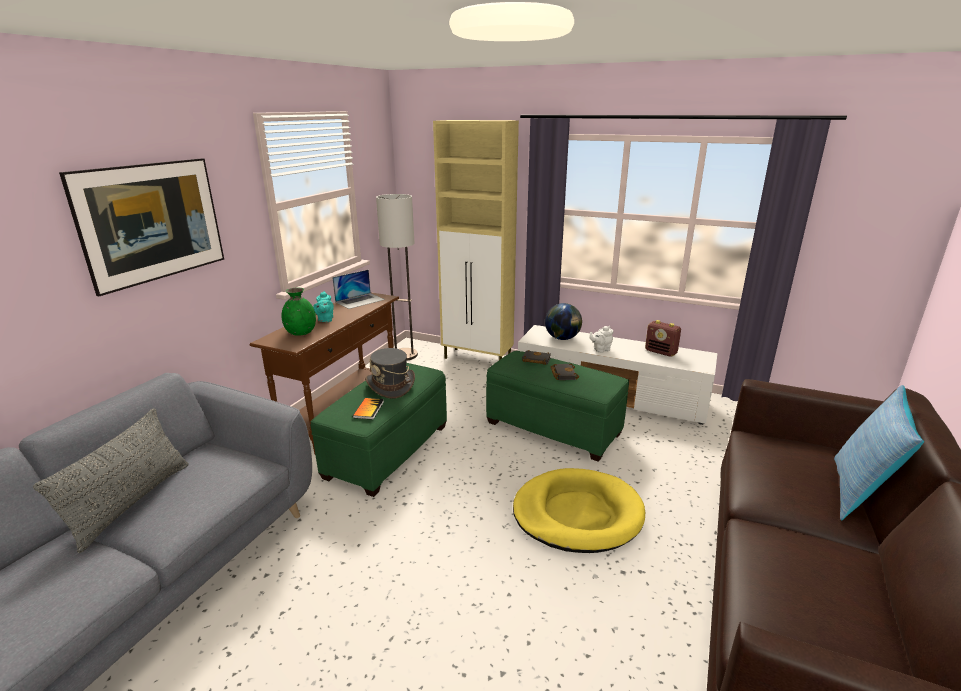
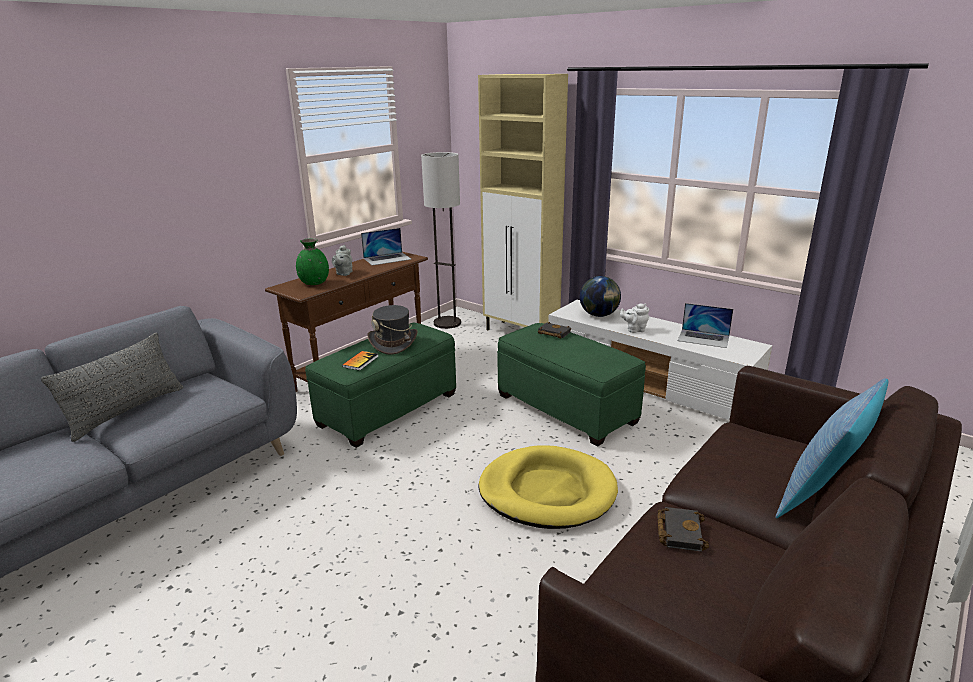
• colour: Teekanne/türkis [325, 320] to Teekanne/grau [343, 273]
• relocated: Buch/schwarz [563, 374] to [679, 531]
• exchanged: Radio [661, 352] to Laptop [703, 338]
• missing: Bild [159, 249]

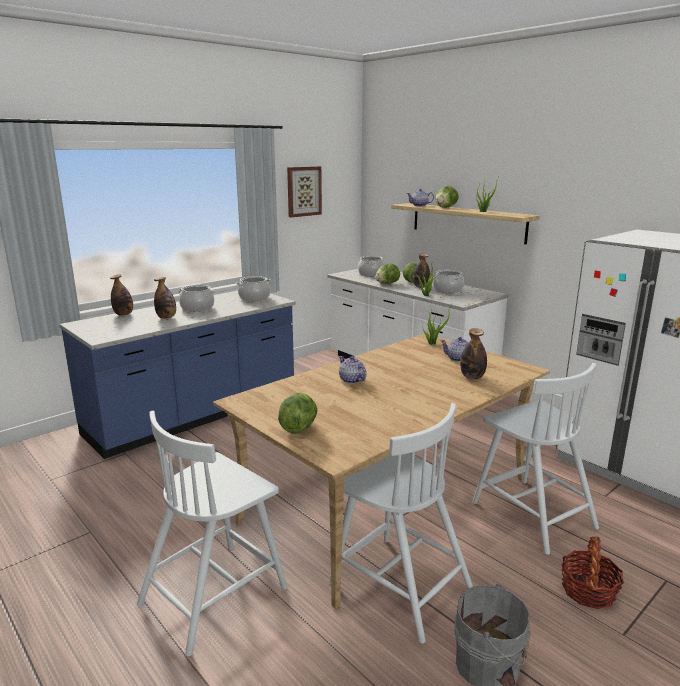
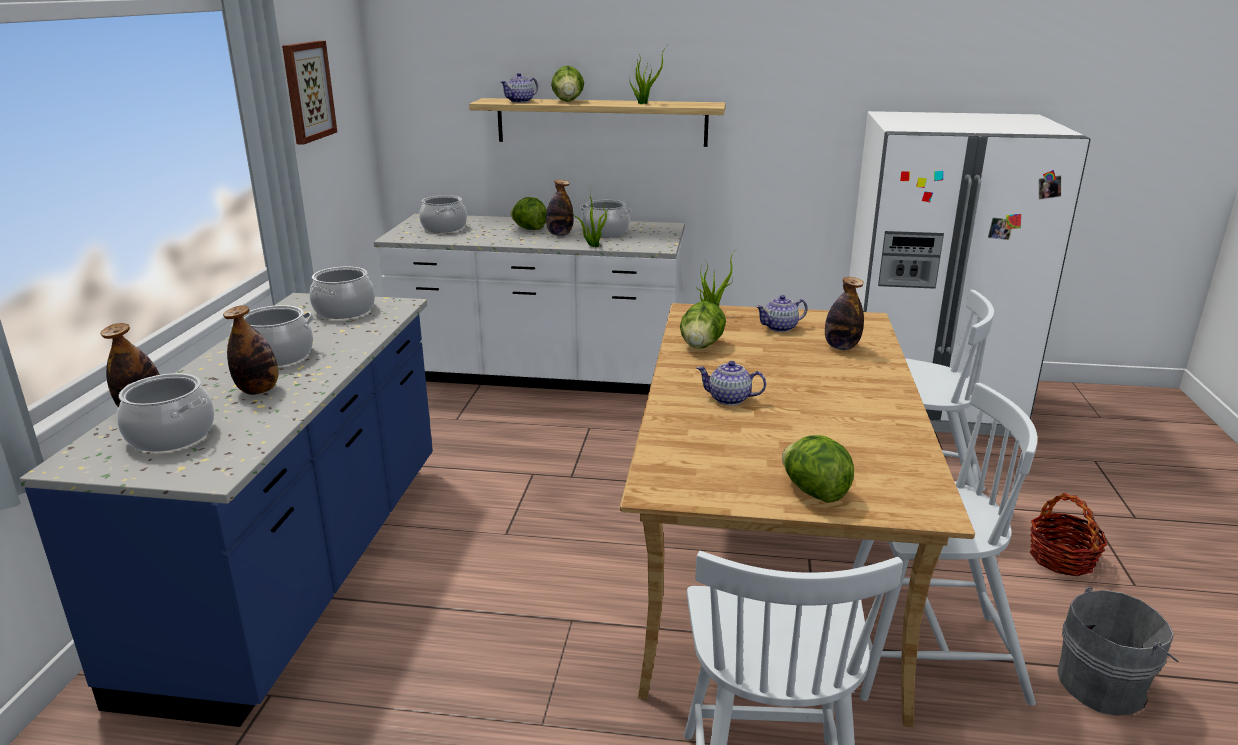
• appeared: Kochtopf [172, 435]
• relocated: Salatkopf [387, 283] to [701, 346]

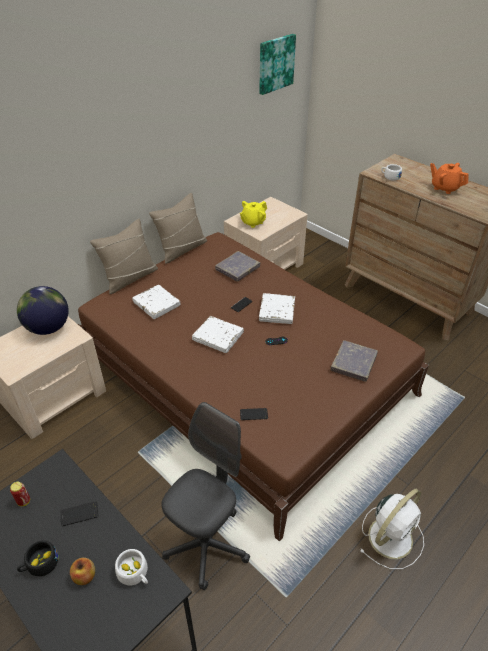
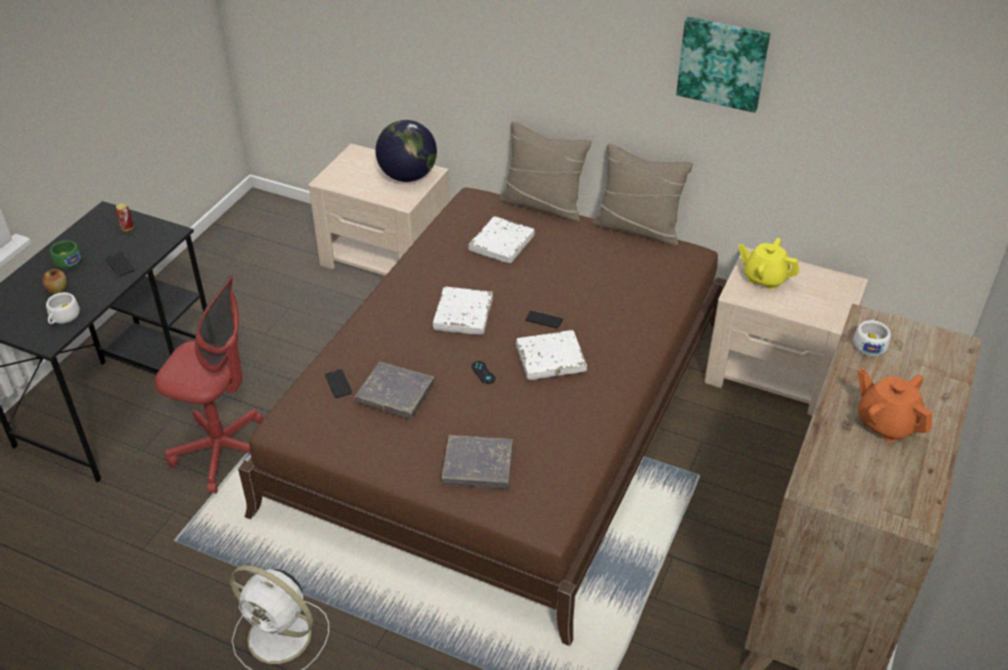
• colour: Tasse/schwarz [39, 564] to Tasse/grün [65, 260]
• colour: Bürostuhl/grau [206, 545] to Bürostuhl/rot [224, 452]
• relocated: Buch/grau [237, 268] to [395, 394]
• relocated: Bild [275, 63] to [723, 63]
• spun: Teekanne/orange [445, 188] = [886, 423] 60 degrees counterclockwise

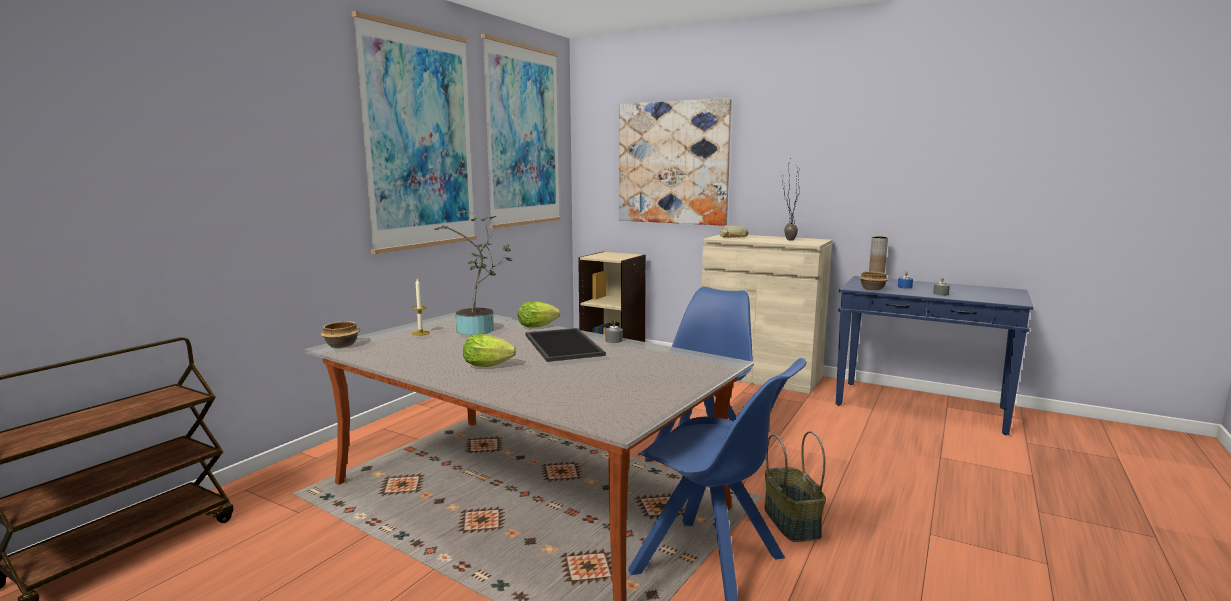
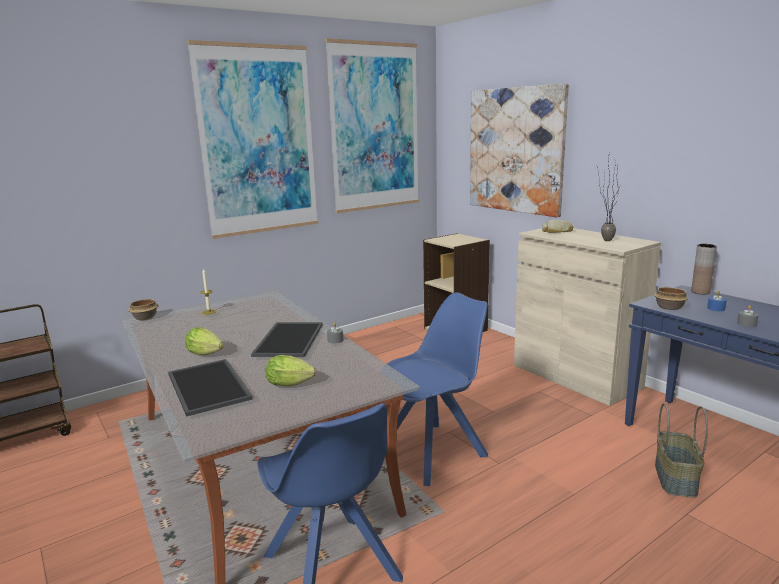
• appeared: Tablett [206, 386]
• relocated: Salatkopf [539, 326] to [292, 384]
• relocated: Korb [792, 522] to [676, 479]
• missing: Topfpflanze [479, 330]

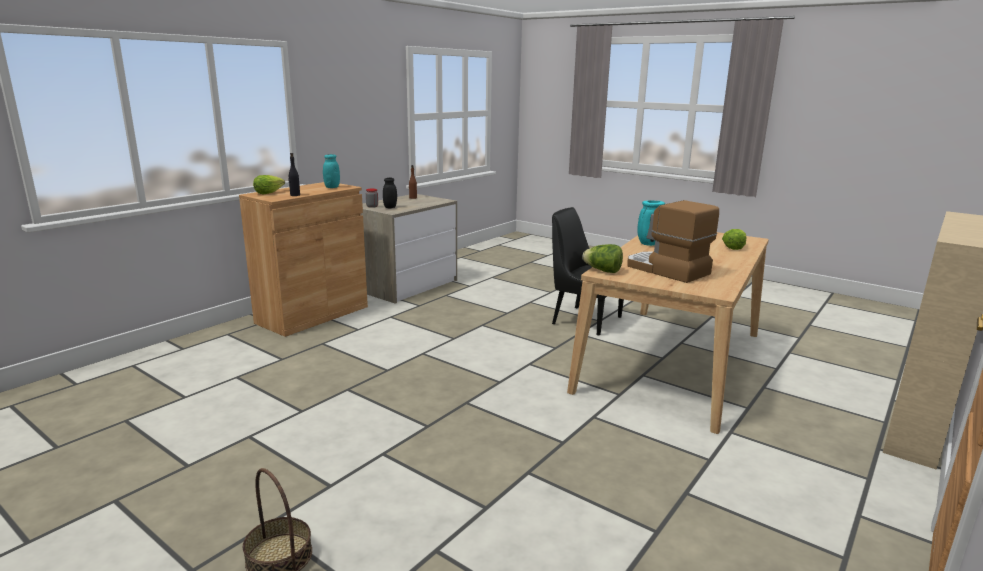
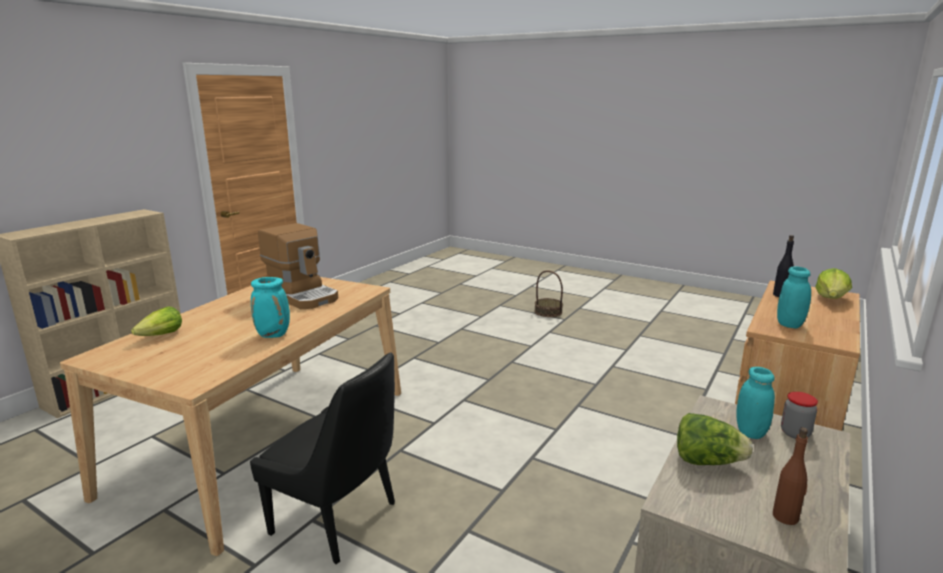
• relocated: Salatkopf [603, 271] to [707, 461]
• colour: Vorratsglas/schwarz [390, 207] to Vorratsglas/türkis [750, 432]

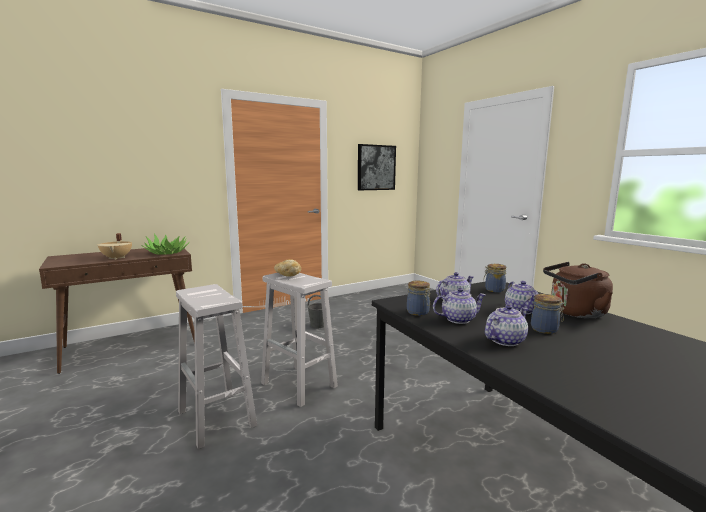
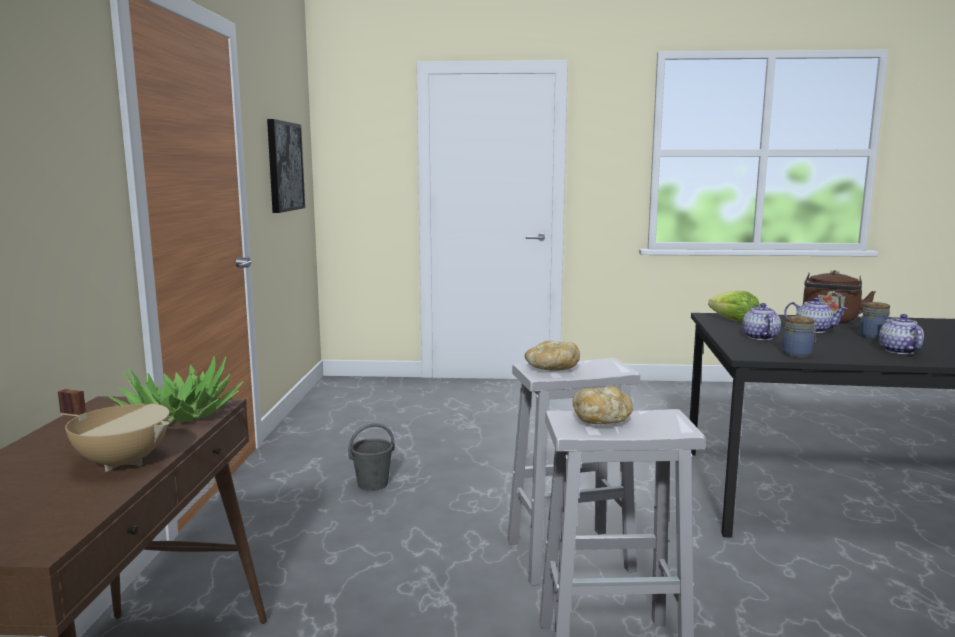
• appeared: Brot [602, 420]
• exchanged: Vorratsglas [493, 290] to Salatkopf [734, 321]
• missing: Teekanne [457, 319]

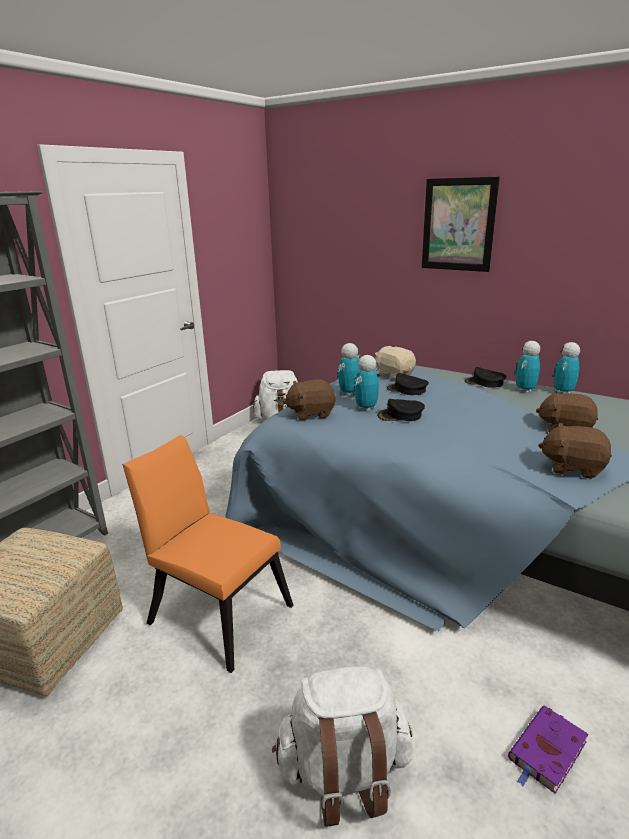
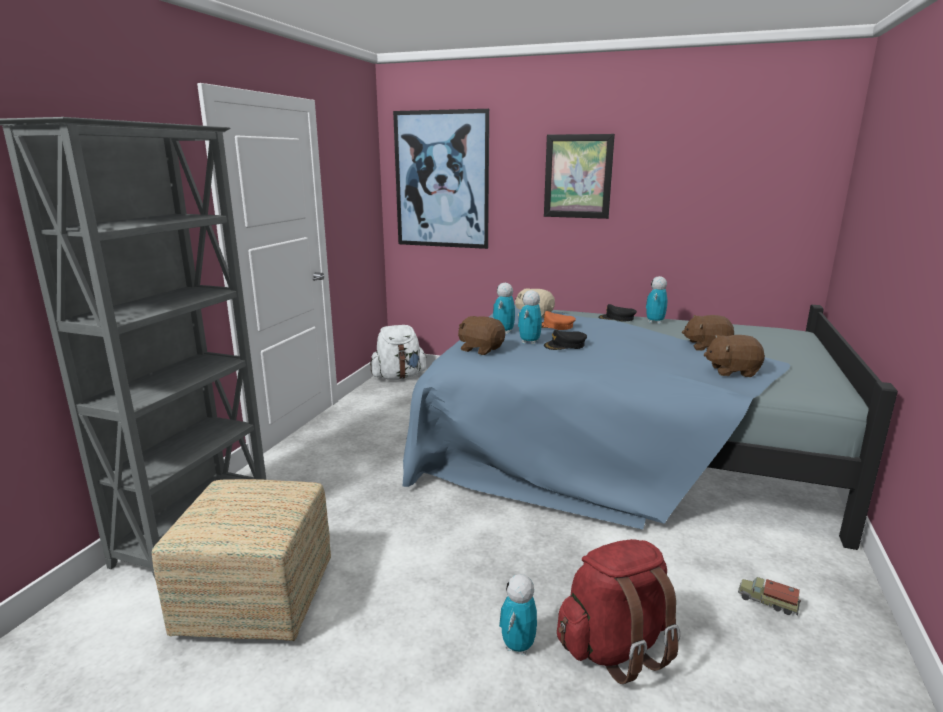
• appeared: Bild [441, 180]
• spun: Plüschtier/braun [311, 413] = [481, 349] 60 degrees clockwise
• relocated: Spielzeugroboter [563, 392] to [518, 646]
• colour: Kappe/schwarz [407, 390] to Kappe/orange [555, 326]
• colour: Rucksack/weiß [344, 773] to Rucksack/rot [615, 647]
• exchanged: Buch/lila [547, 752] to Spielzeuglaster [767, 602]
• missing: Stuhl/orange [215, 610]

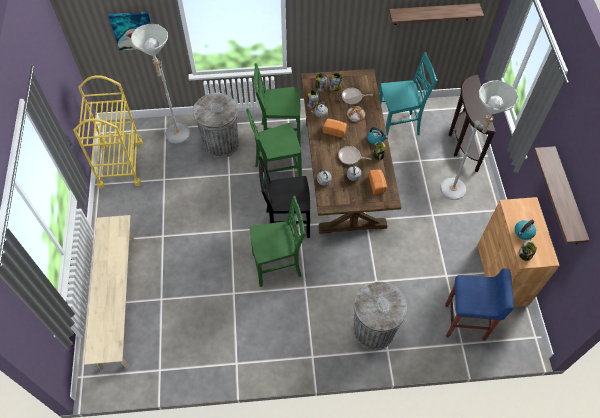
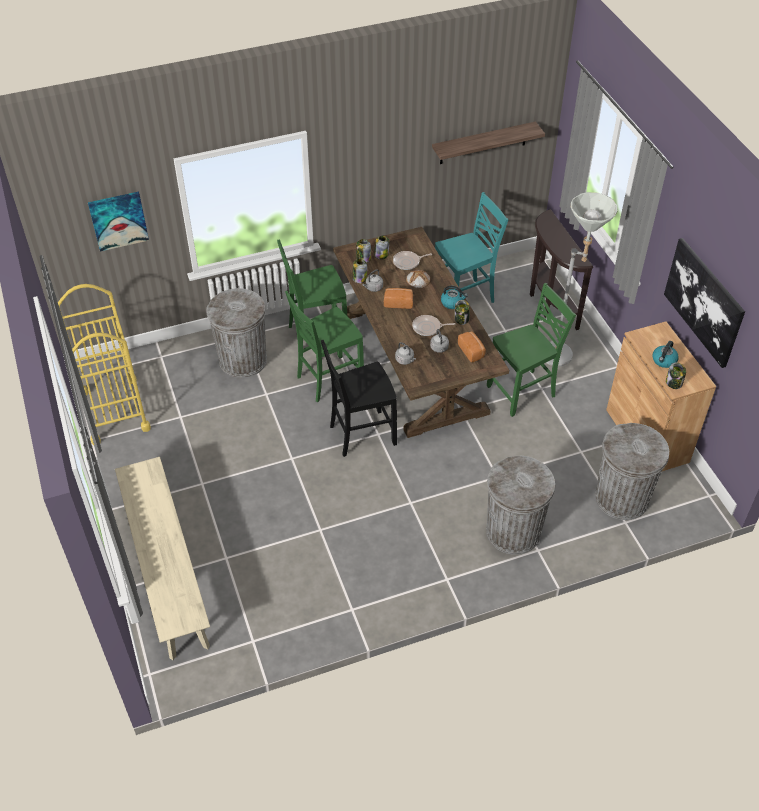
• relocated: Stuhl/grün [278, 266] to [523, 392]
• exchanged: Hocker/blau [465, 323] to Mülleimer/grau [622, 498]
• exchanged: Wandregal [567, 197] to Bild [704, 302]
• missing: Stehlampe/grau [177, 138]

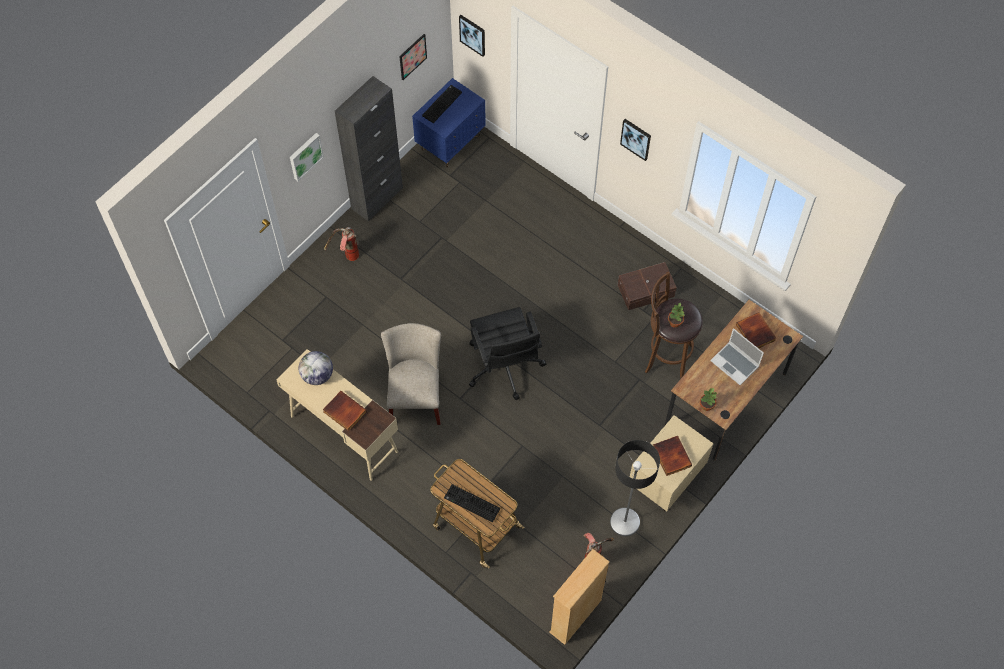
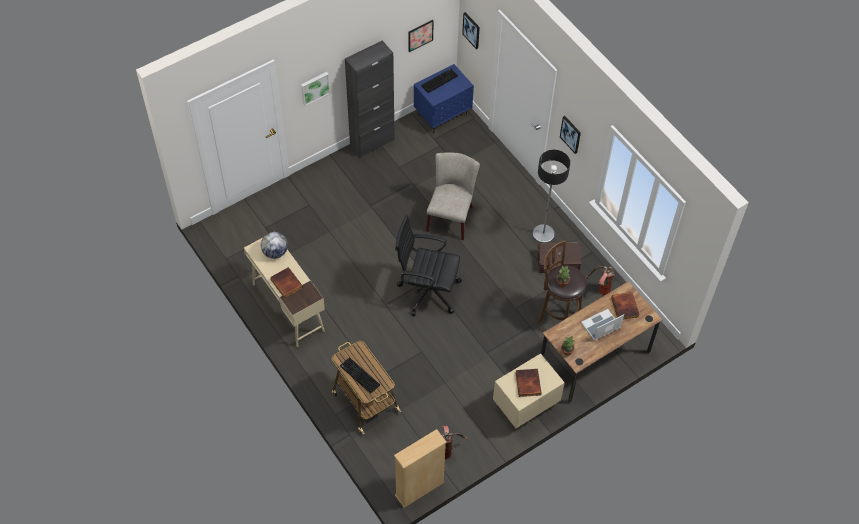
• spun: Bürostuhl/schwarz [504, 367] = [427, 290] 105 degrees clockwise
• relocated: Stuhl/beige [415, 395] to [451, 216]
• relocated: Stehlampe [625, 522] to [543, 234]
• spun: Laptop [735, 364] = [600, 326] 90 degrees clockwise
• relocated: Feuerlöscher [346, 256] to [599, 290]

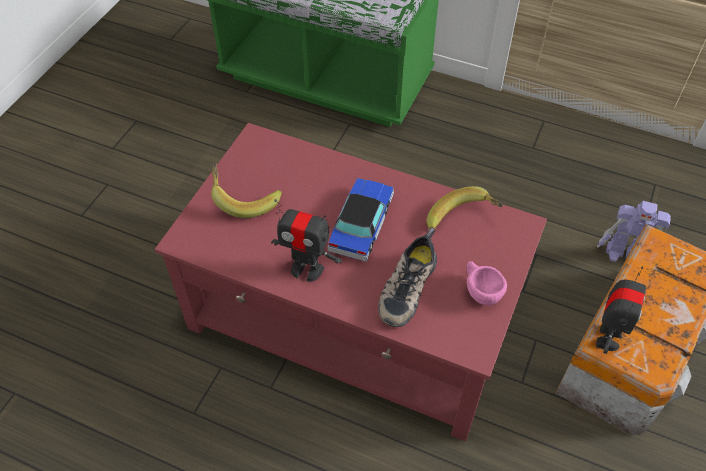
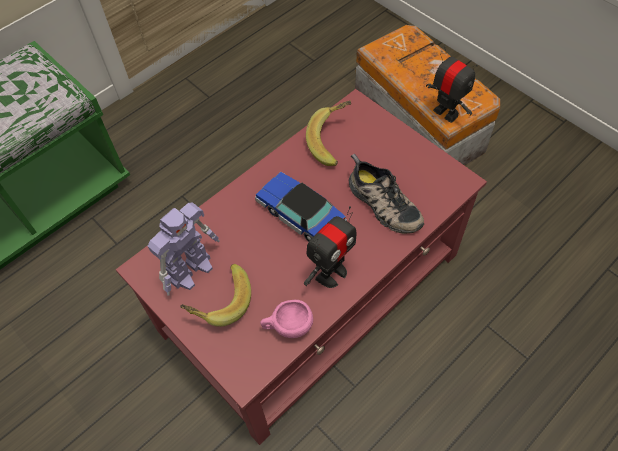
• relocated: Spielzeugroboter [625, 254] to [192, 269]
• relocated: Tasse/rosa [480, 291] to [287, 327]

